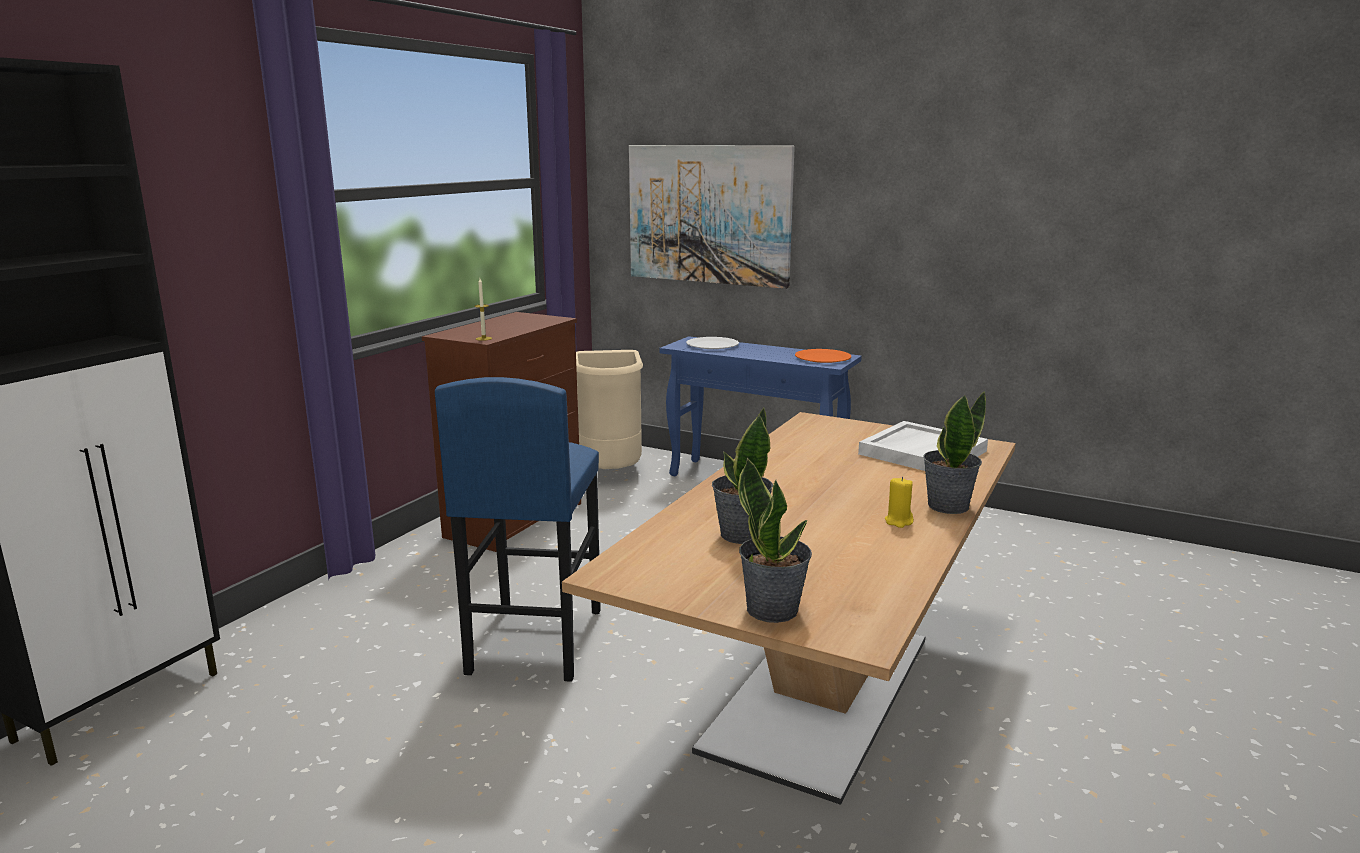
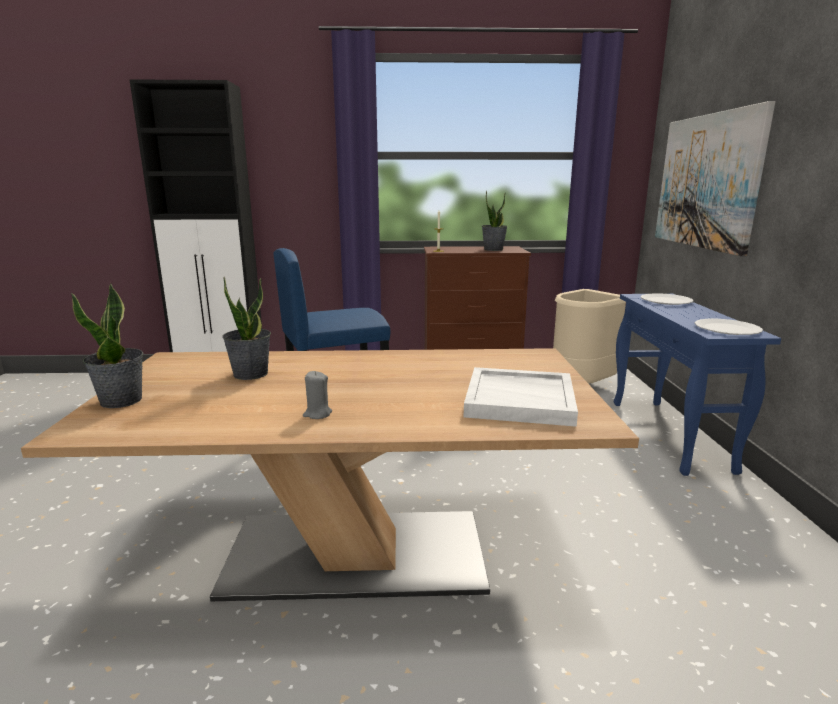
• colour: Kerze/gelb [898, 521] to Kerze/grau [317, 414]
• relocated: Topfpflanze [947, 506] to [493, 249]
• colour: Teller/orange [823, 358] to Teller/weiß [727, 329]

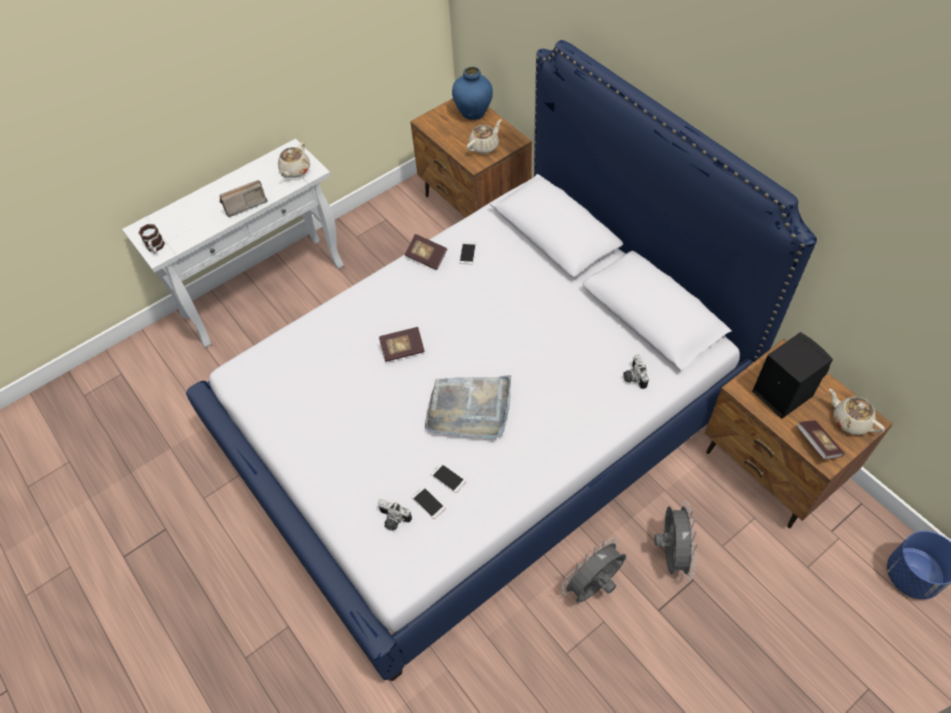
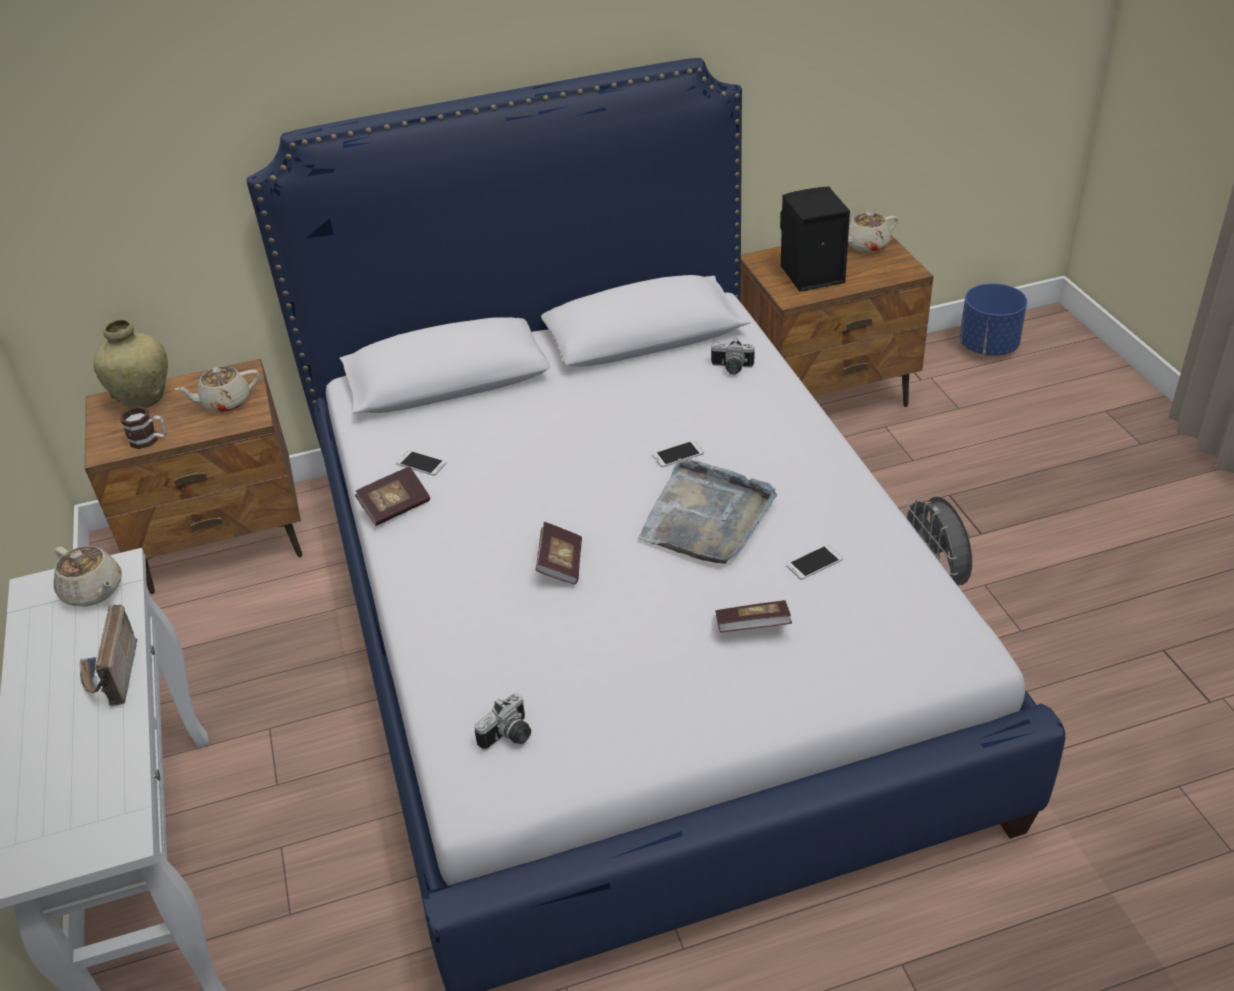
• colour: Vase/blau [473, 113] to Vase/beige [144, 399]
• relocated: Henkelbecher [155, 248] to [150, 440]
• spun: Teekanne/beige [484, 146] = [225, 402] 90 degrees counterclockwise
• relocated: Kamera [393, 520] to [509, 736]
• relocated: Handy [428, 502] to [678, 454]
• relocated: Buch [817, 444] to [752, 628]
• missing: Ventilator/grau [671, 553]

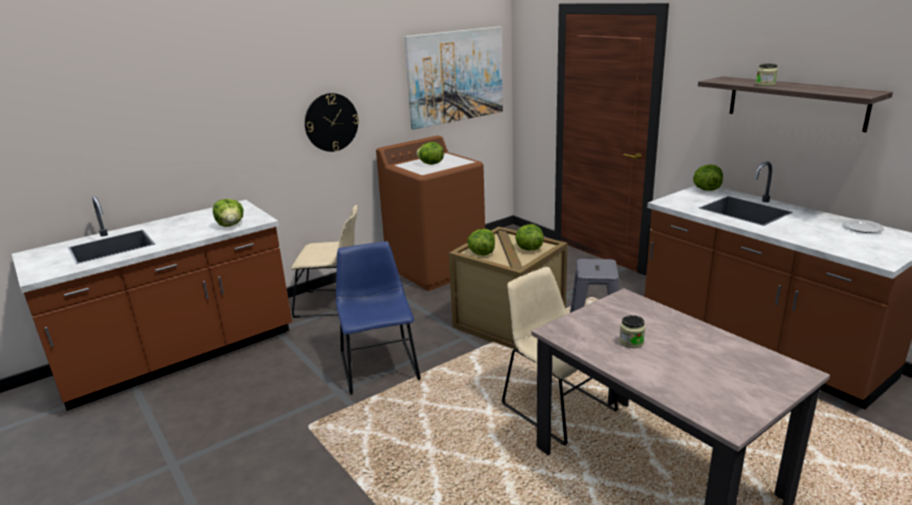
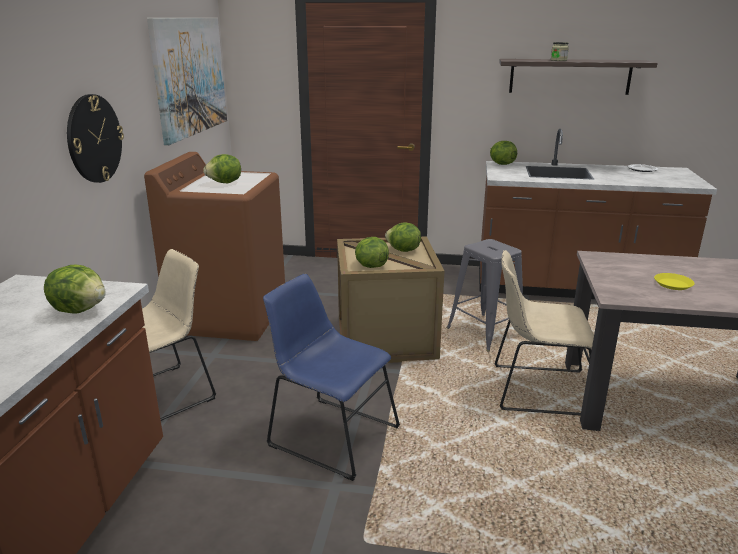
• exchanged: Vorratsglas [631, 342] to Teller/gelb [672, 284]

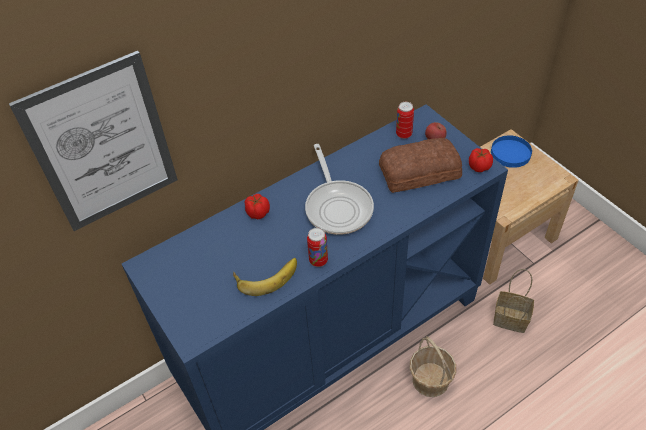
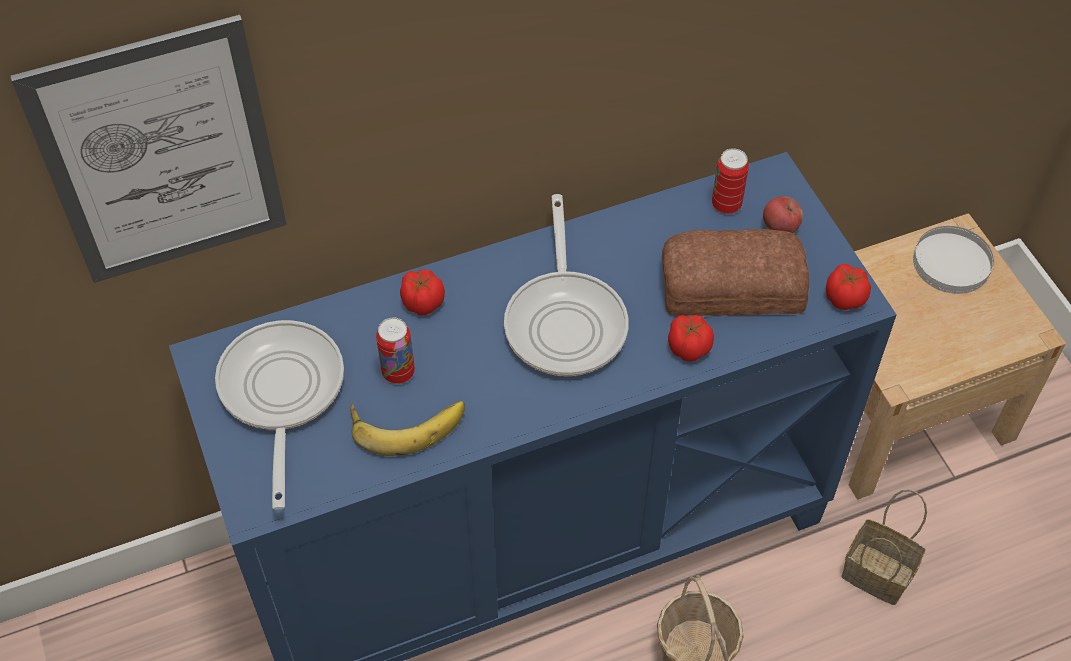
• appeared: Pfanne [281, 394]
• relocated: Dose [318, 260] to [398, 372]
• appeared: Tomate [688, 347]
• colour: Teller/blau [510, 153] to Teller/weiß [951, 262]

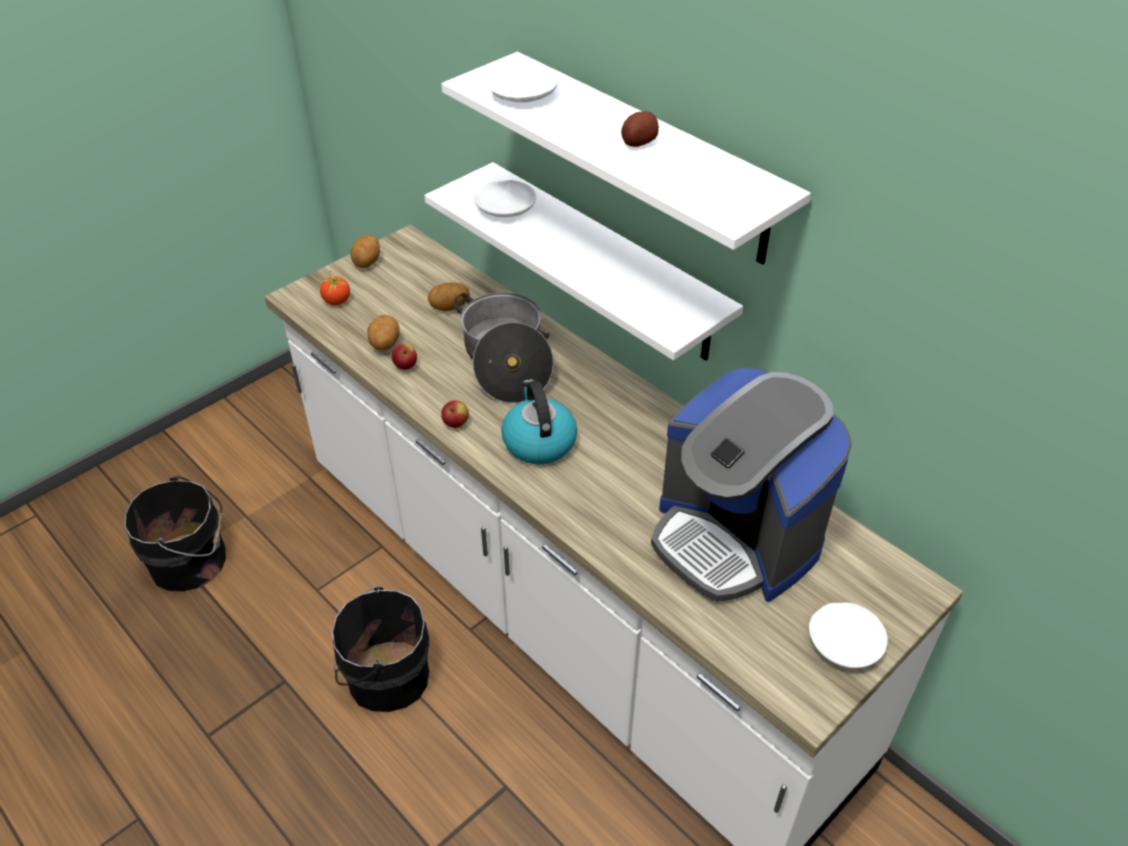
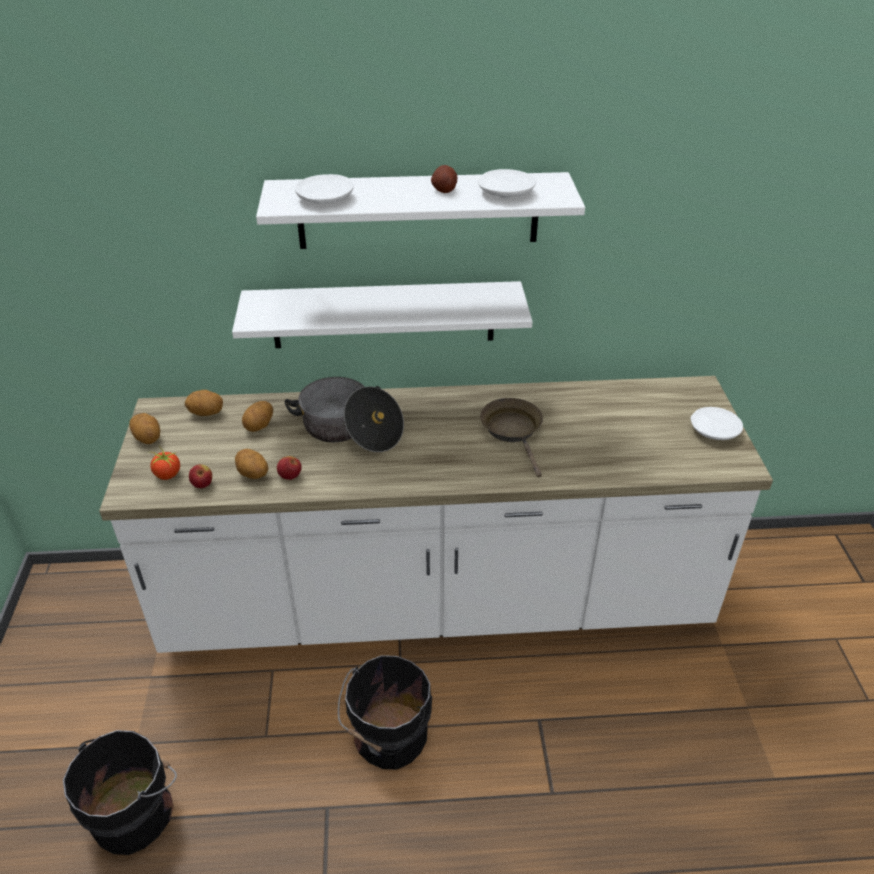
• appeared: Kartoffel [206, 413]
• relocated: Apfel [456, 424] to [202, 485]
• relocated: Teller/weiß [505, 207] to [505, 192]
• appeared: Pfanne/braun [513, 431]
• missing: Wasserkessel [538, 441]
• missing: Kaffeemaschine [736, 538]

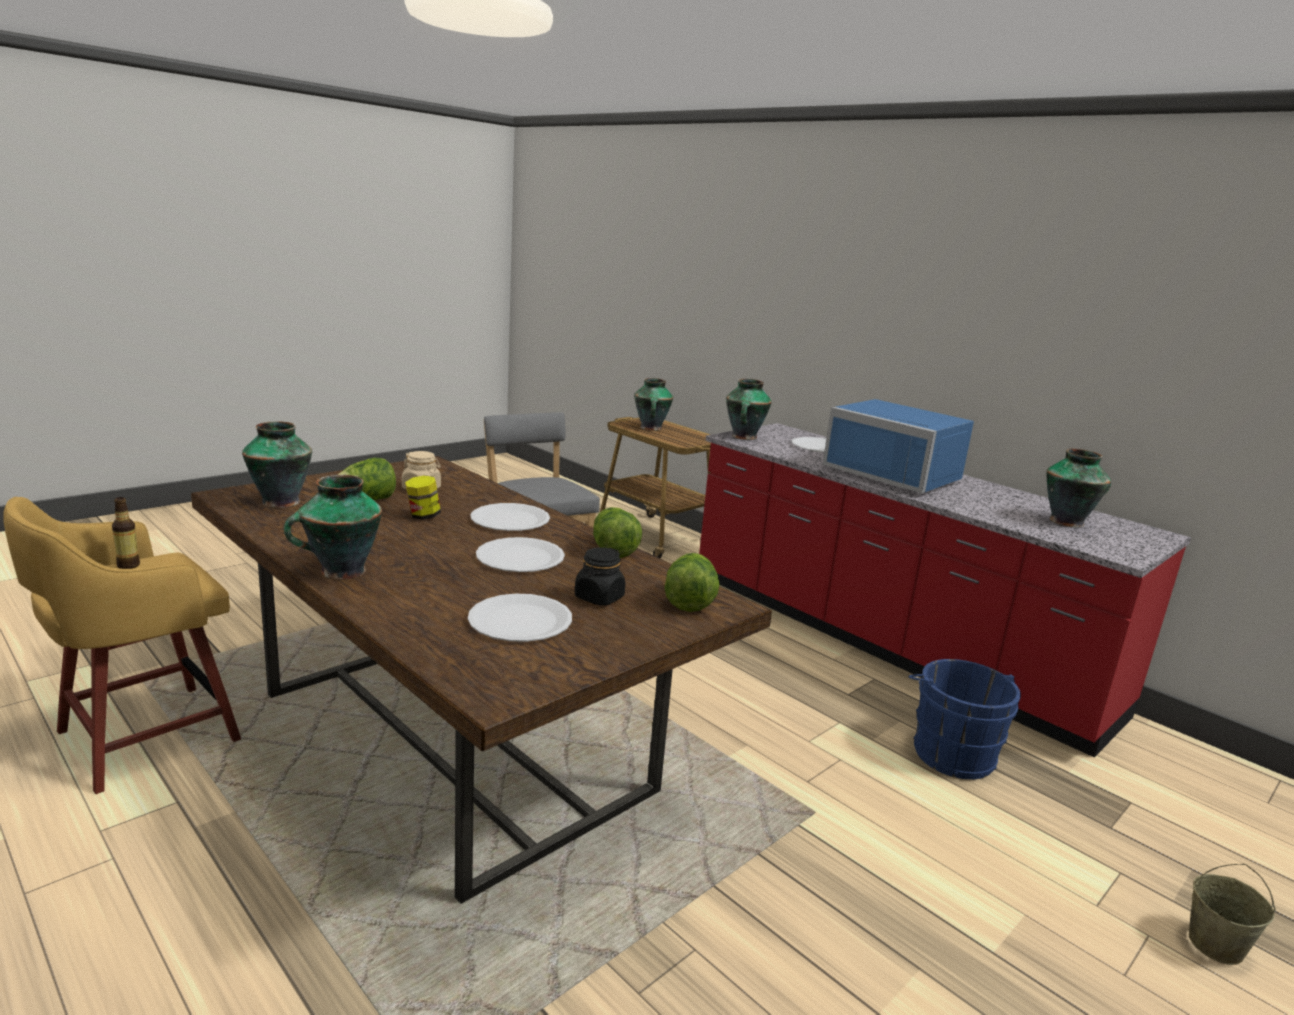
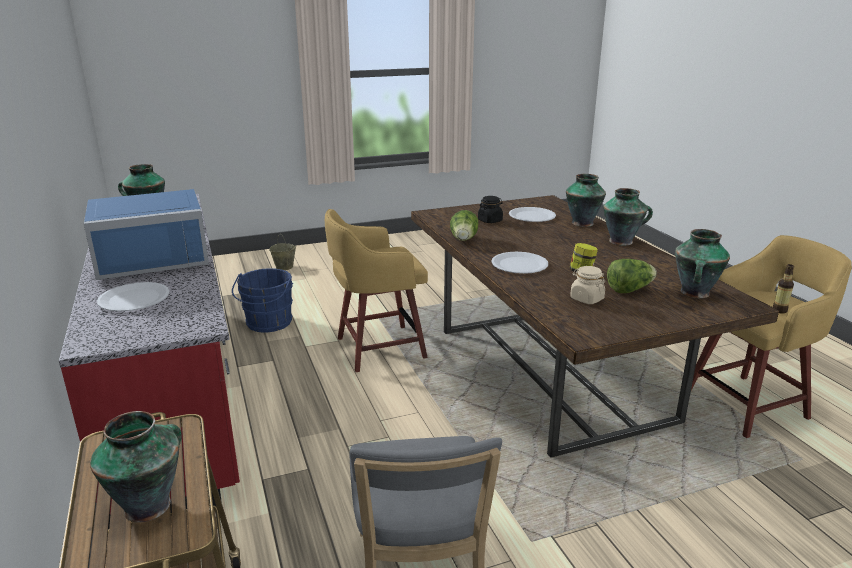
• spun: Mikrowelle/blau [896, 474] = [154, 258] 90 degrees clockwise
• appeared: Hocker/gelb [377, 348]
• relocated: Vase [744, 437] to [583, 223]
• missing: Teller/weiß [520, 557]
• missing: Salatkopf [689, 602]

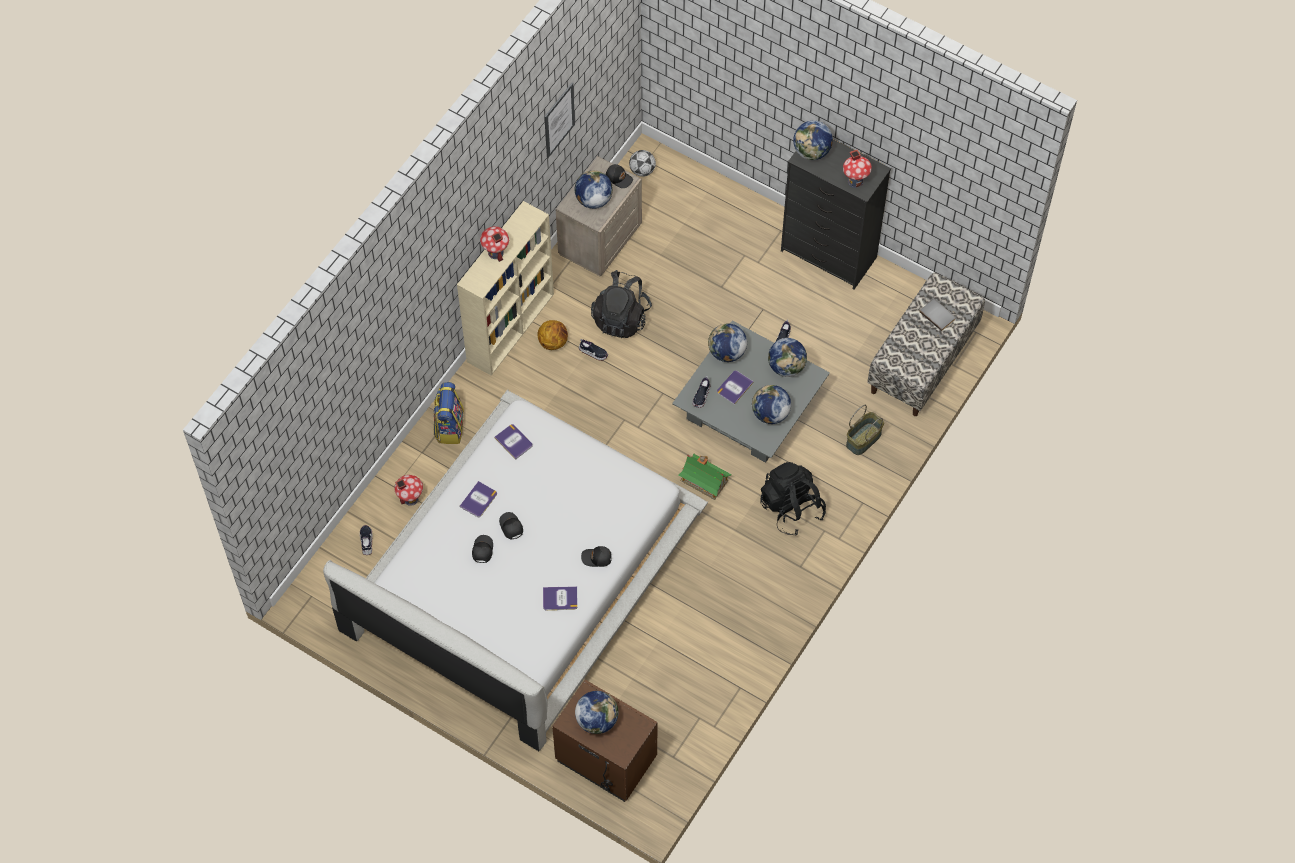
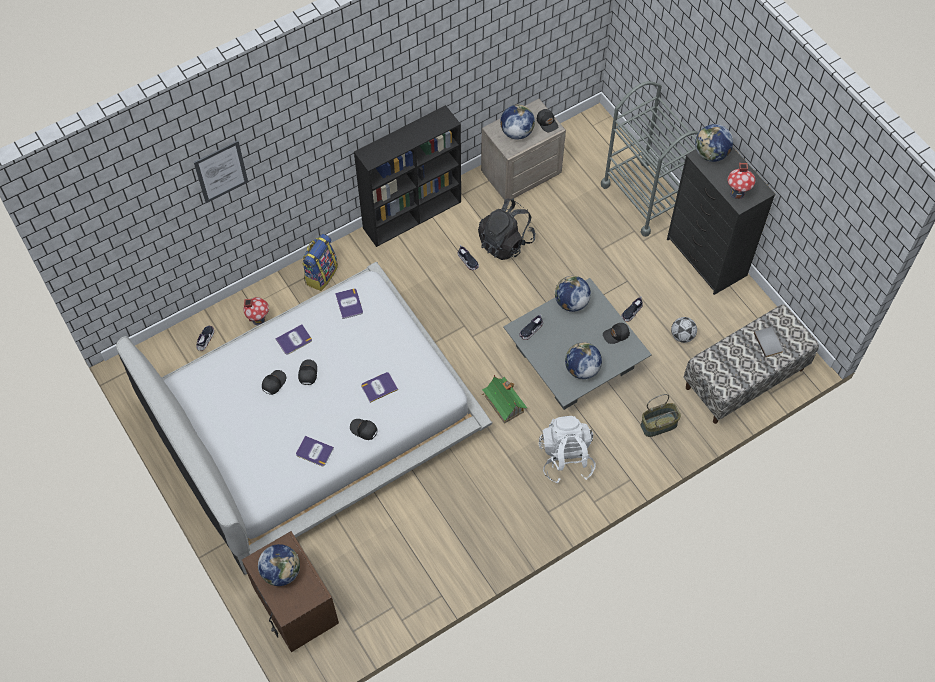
• relocated: Bild [559, 120] to [221, 171]
• colour: Bücherregal/beige [511, 326] to Bücherregal/schwarz [413, 214]
• relocated: Buch [734, 387] to [379, 387]
• colour: Rucksack/schwarz [791, 508] to Rucksack/weiß [566, 458]
• appeared: Rollwagen/grau [645, 197]
• exchanged: Globus [786, 367] to Kappe/schwarz [616, 335]
• relocated: Fußball [642, 171] to [682, 336]
• missing: Spielzeughaus [495, 253]
• missing: Basketball [553, 342]

